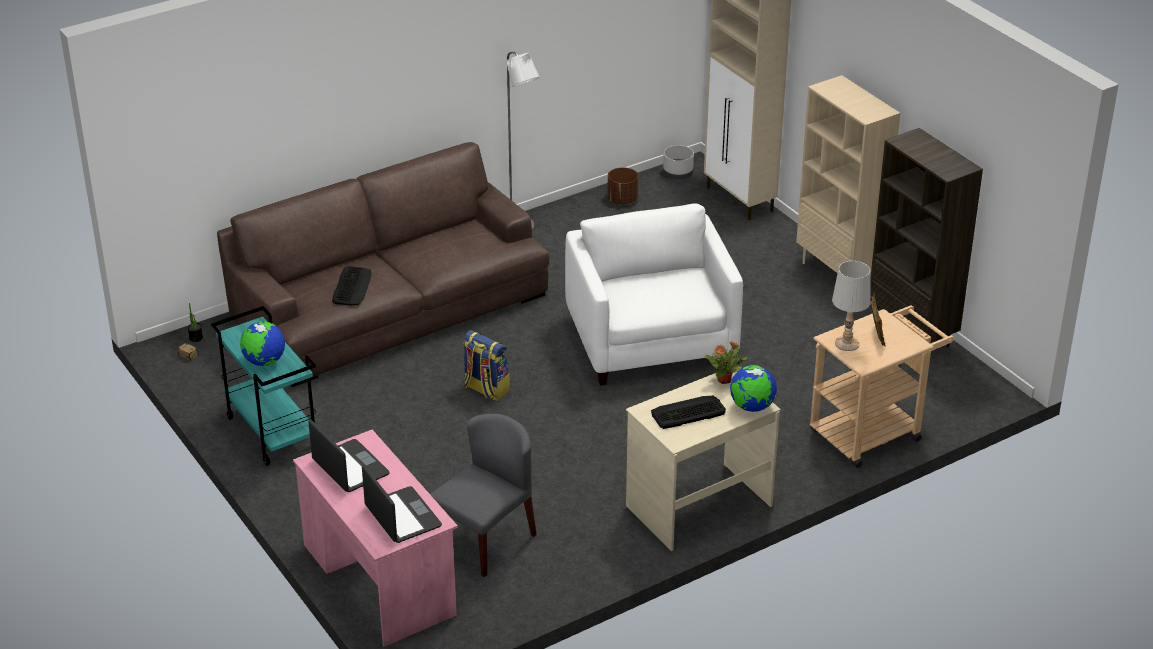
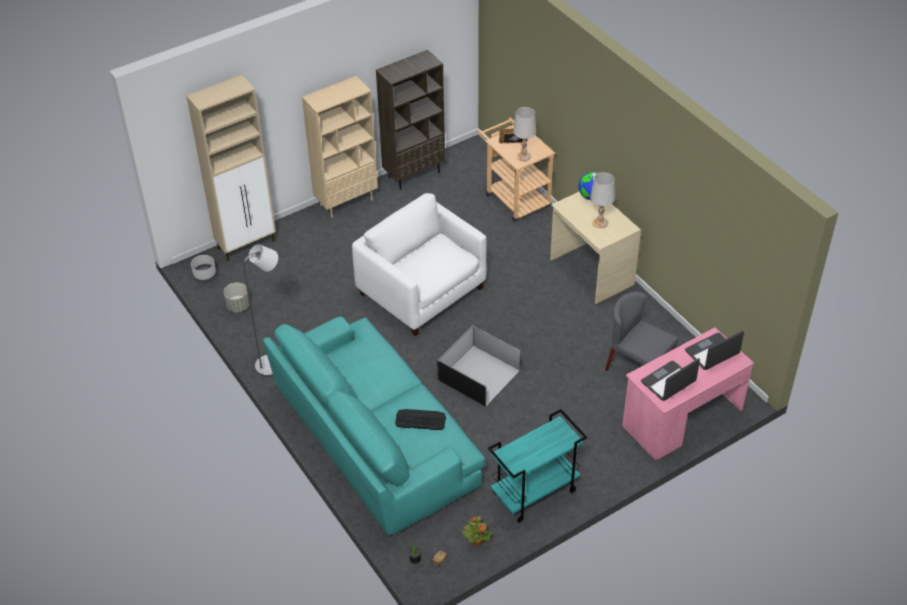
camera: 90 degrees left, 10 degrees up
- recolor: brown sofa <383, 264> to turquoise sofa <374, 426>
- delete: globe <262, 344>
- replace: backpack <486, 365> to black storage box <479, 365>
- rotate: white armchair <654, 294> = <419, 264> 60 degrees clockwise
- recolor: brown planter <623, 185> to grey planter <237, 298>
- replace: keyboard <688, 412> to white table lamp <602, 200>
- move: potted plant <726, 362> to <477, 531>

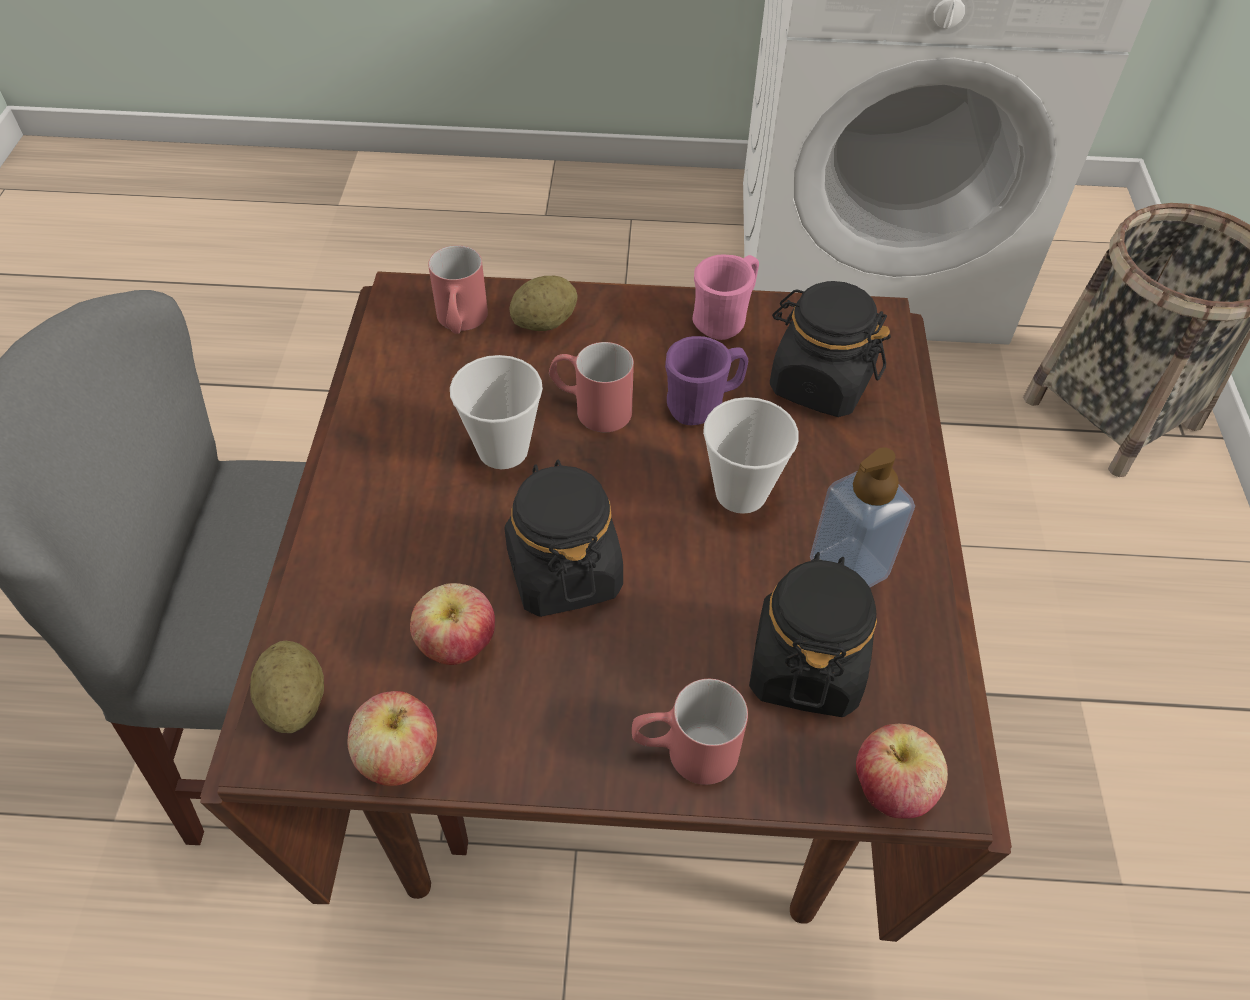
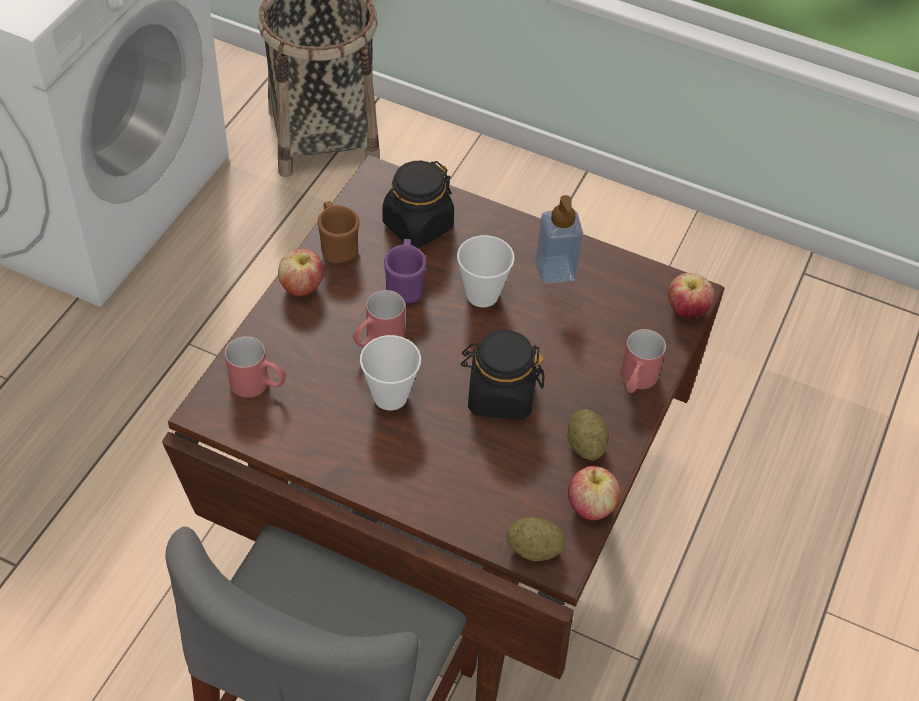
camera: 70 degrees left, 0 degrees up
- move: apple <452, 624> to <301, 272>
- move: potato <543, 303> to <588, 434>
- recolor: pink mug <725, 297> to brown mug <339, 232>
- delete: black jar <813, 634>

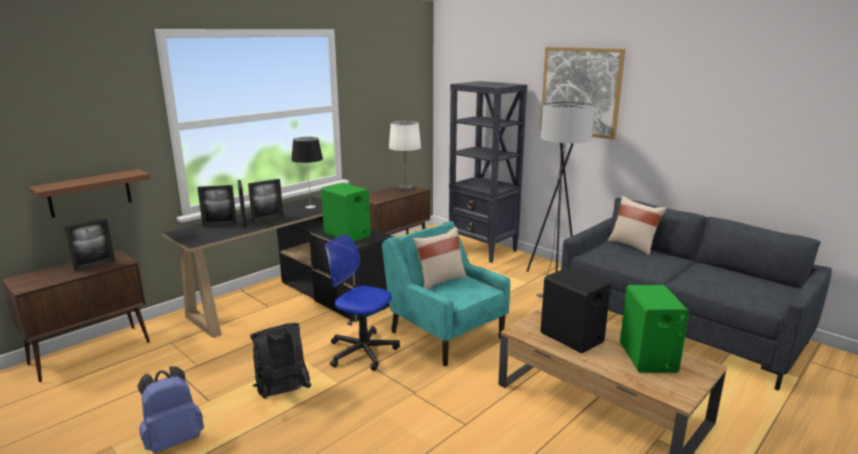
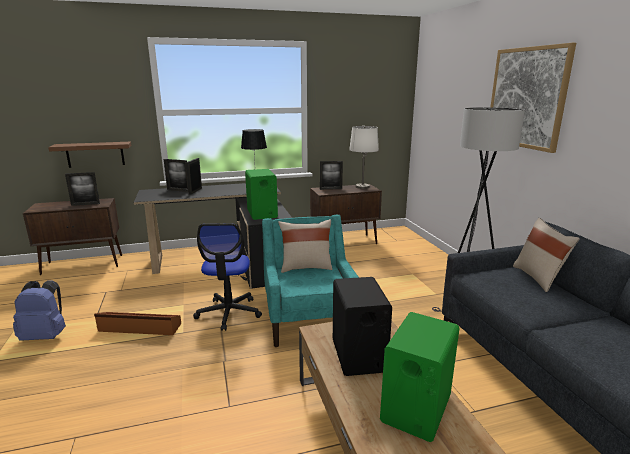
camera: 30 degrees right, 0 degrees up
- move: picture frame <265, 200> to <331, 175>
- replace: black backpack <280, 361> to brown storage box <137, 323>
- rotate: office chair <362, 302> = <227, 277> 150 degrees counterclockwise
- delete: black bookcase <488, 172>

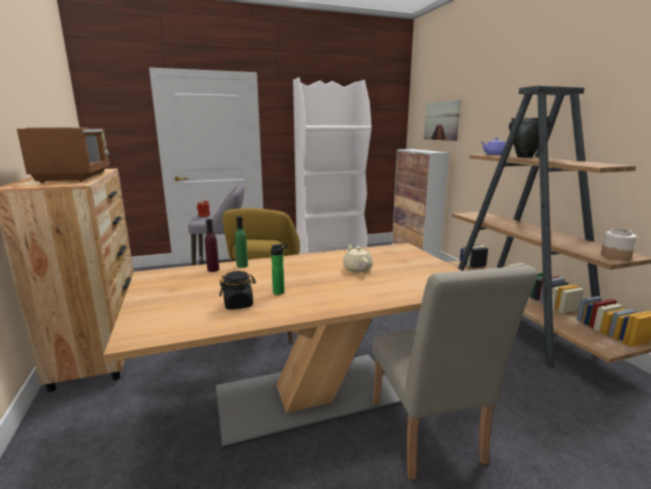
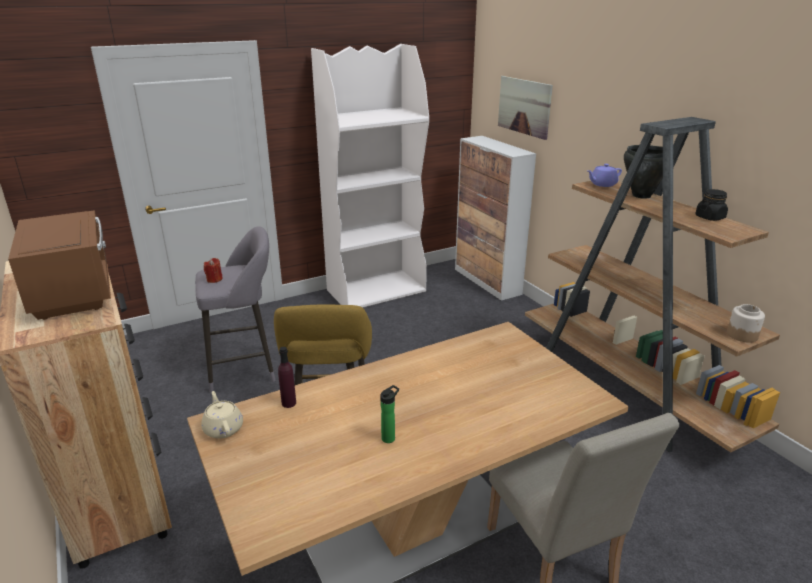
camera: 10 degrees left, 10 degrees up
- move: black jar <238, 290> to <712, 205>
- delete: green bottle <241, 242>
- move: beige teapot <358, 258> to <222, 415>

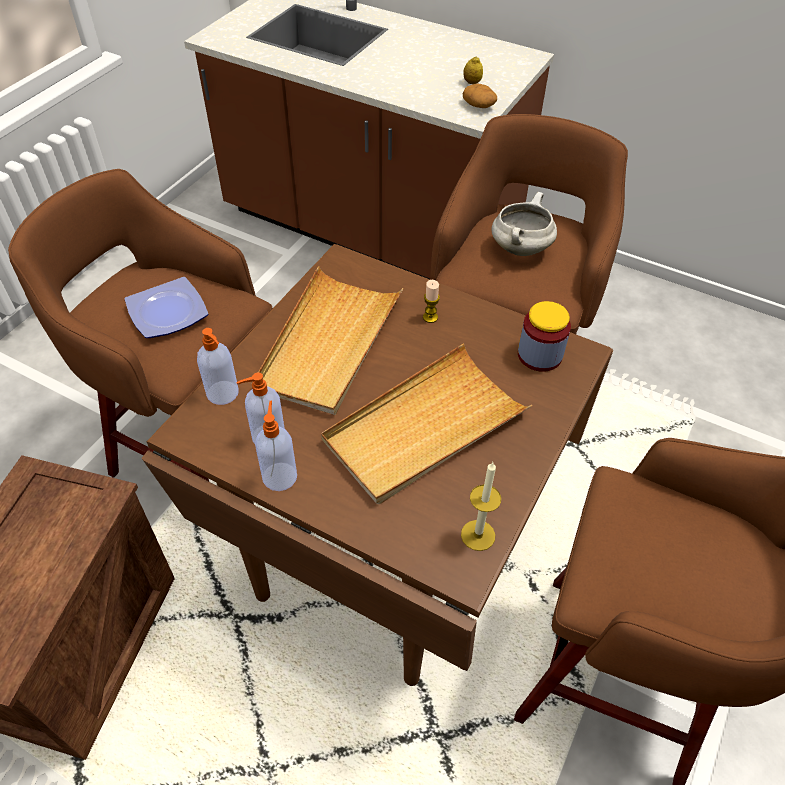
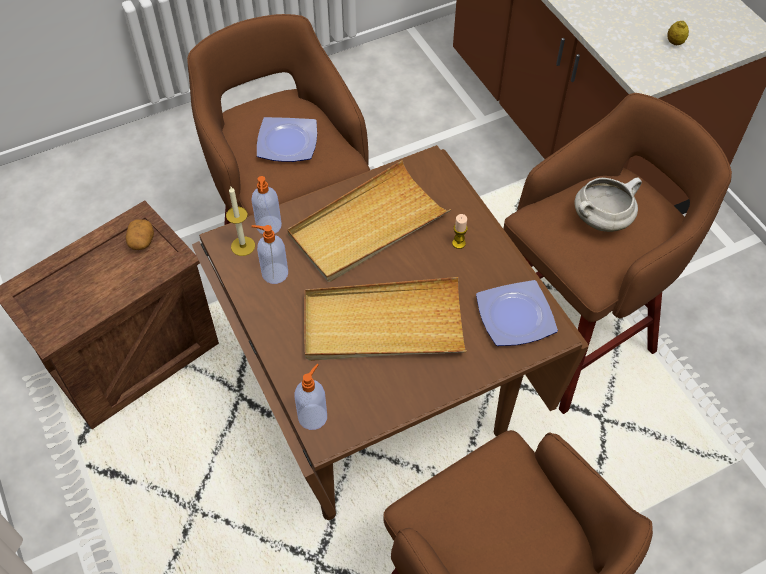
camera: 35 degrees right, 5 degrees up
- move: soap dispenser <276, 446> to <310, 397>
- move: candle <481, 506> to <240, 221>
- move: potato <480, 96> to <140, 234>
- replace: jar <544, 336> to plate <517, 313>

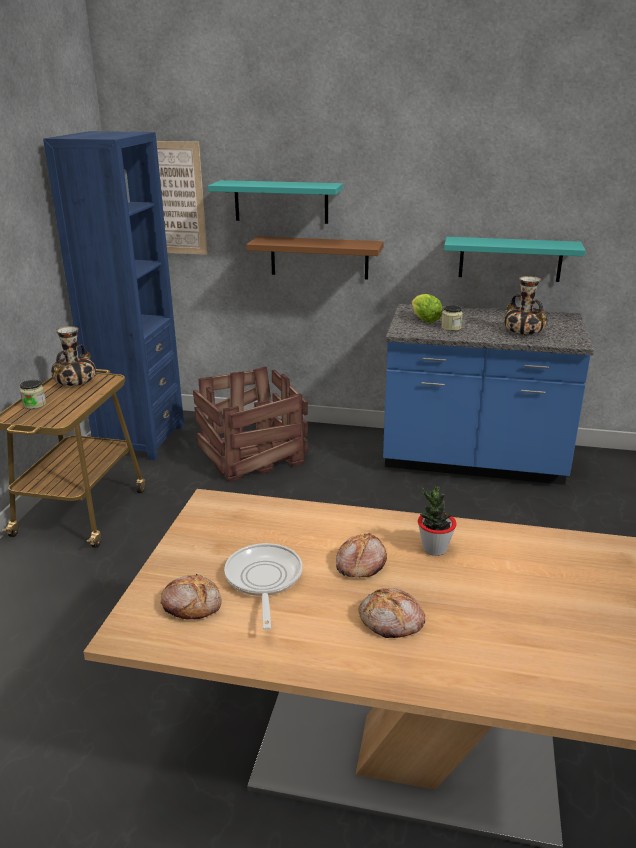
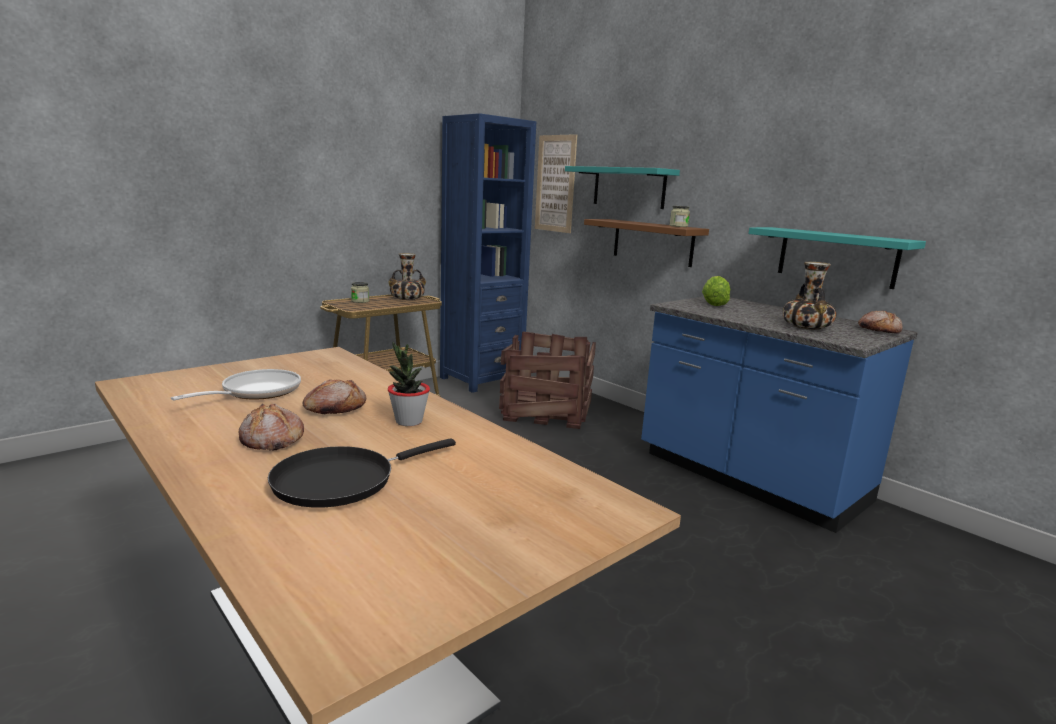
camera: 35 degrees right, 10 degrees down
- move: bread <191, 596> to <880, 321>
- move: jar <452, 318> to <679, 216>
- insert: black frying pan <362, 472>

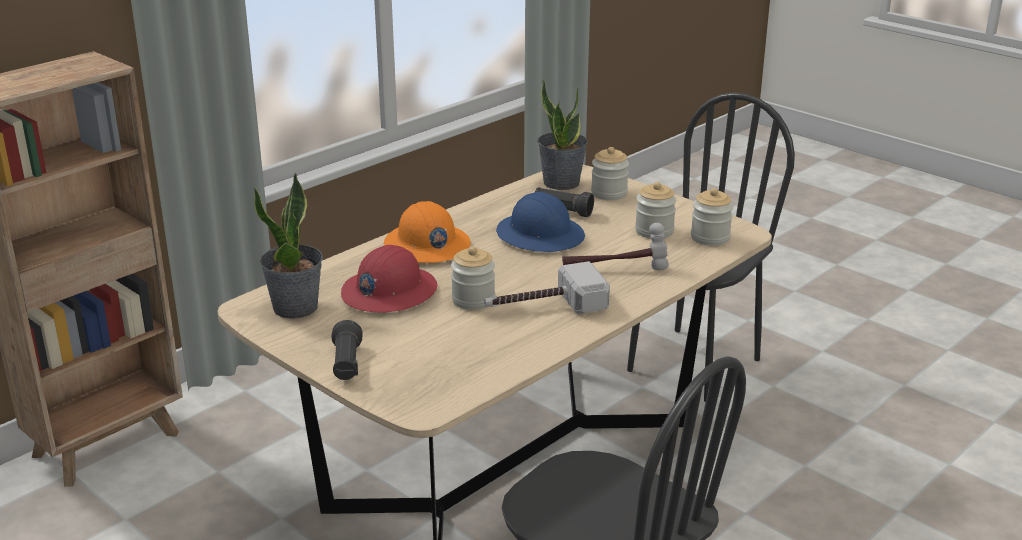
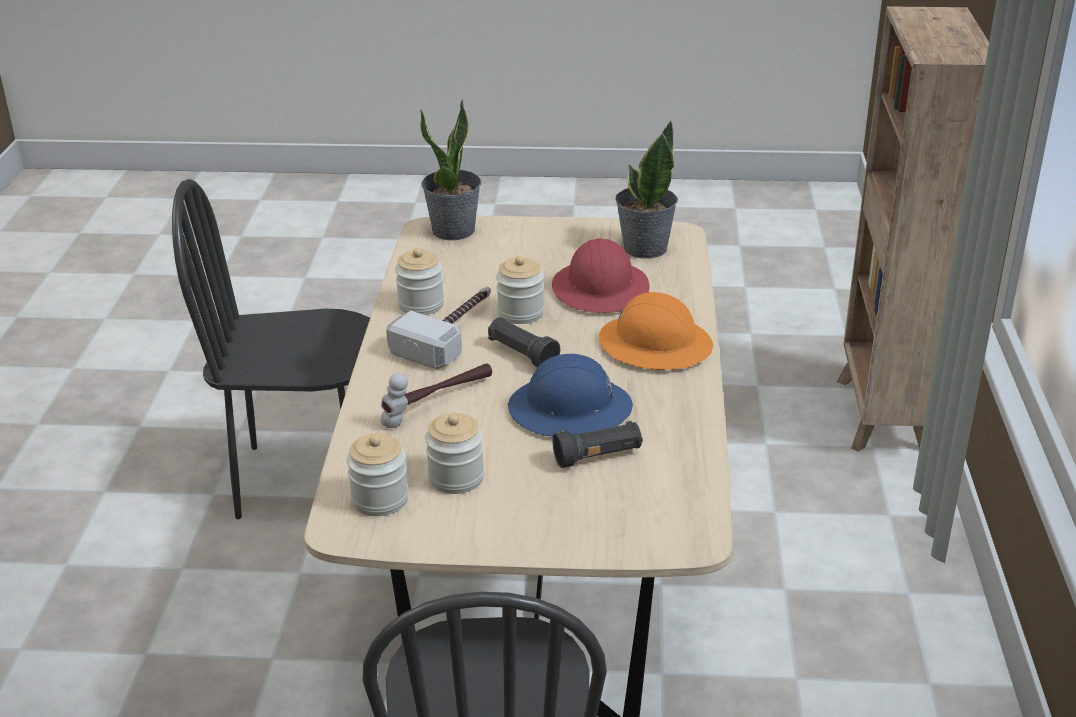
camera: 140 degrees right, 5 degrees up
- move: black flashlight <347, 350> to <524, 342>
- move: potted plant <562, 135> to <450, 169>
- move: jar <610, 173> to <419, 281>

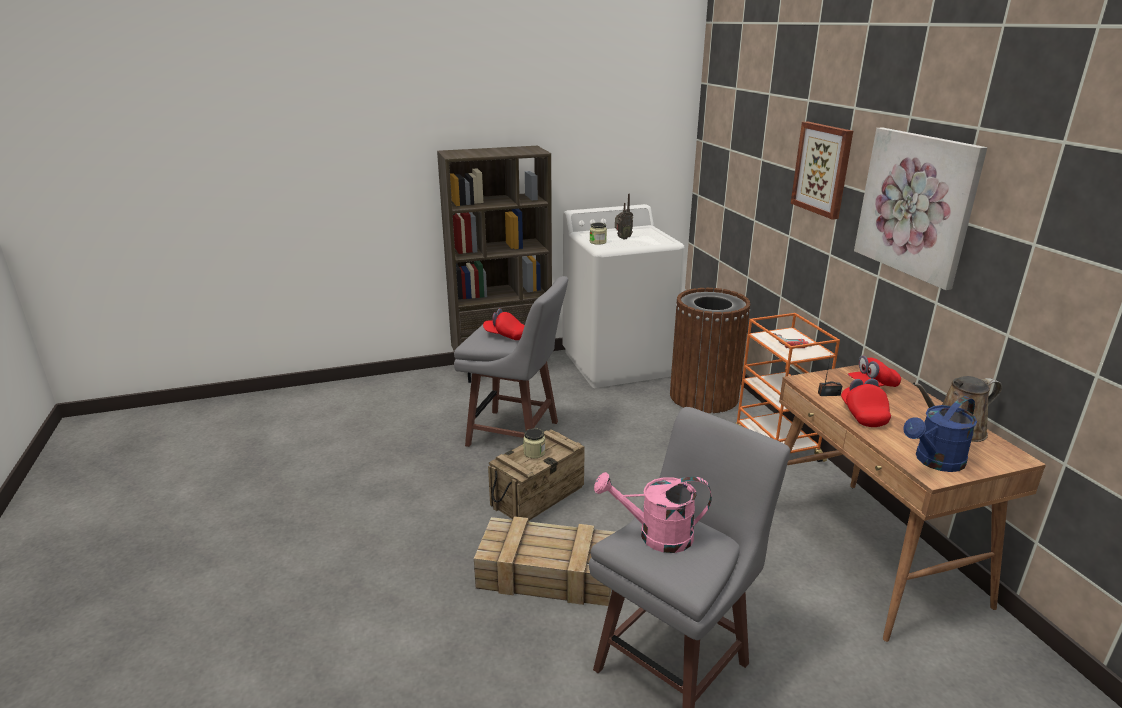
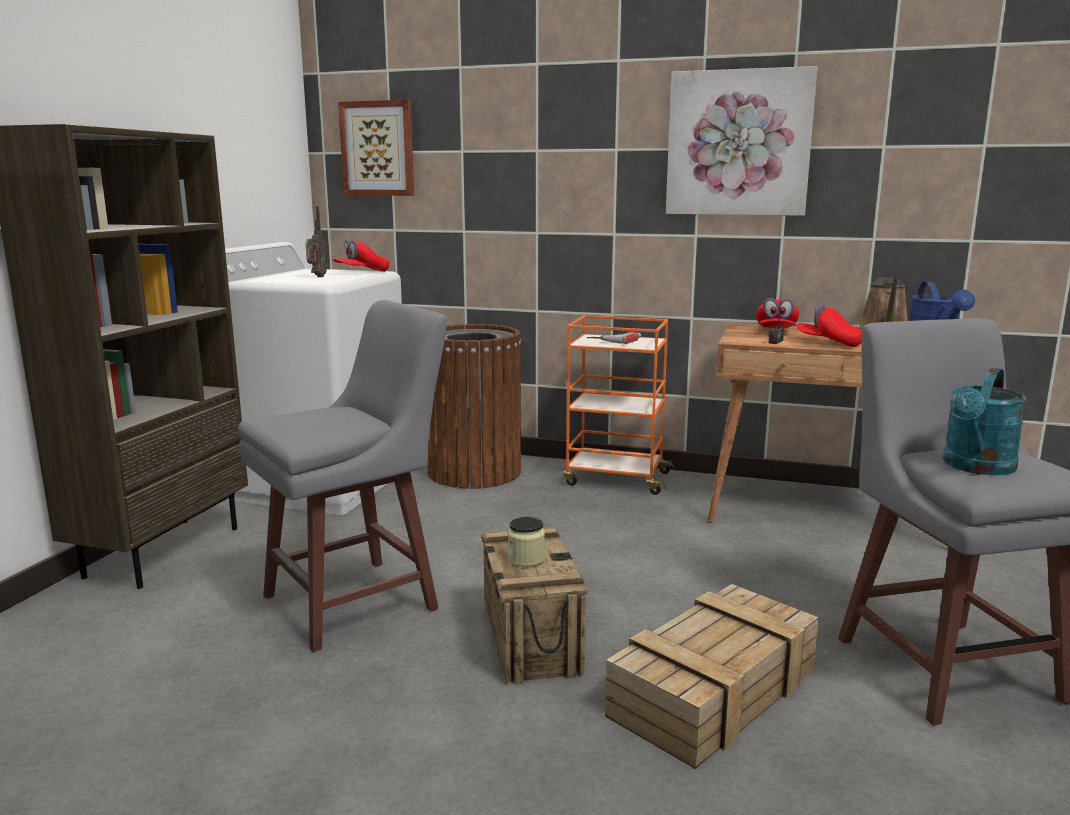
camera: 55 degrees left, 10 degrees down
- move: red cap <504, 324> to <361, 256>
- delete: jar <598, 234>
- recolor: pink watering can <653, 512> to turquoise watering can <984, 421>
- move: picture <822, 171> to <376, 148>

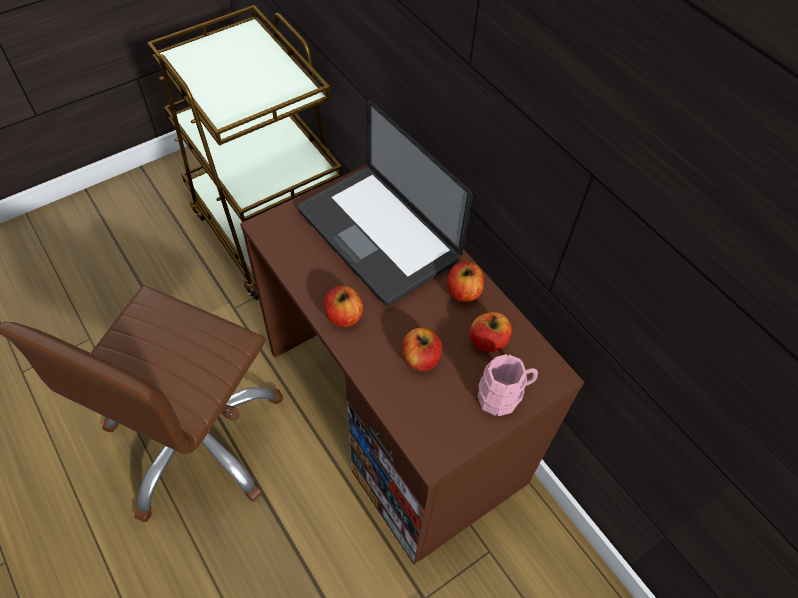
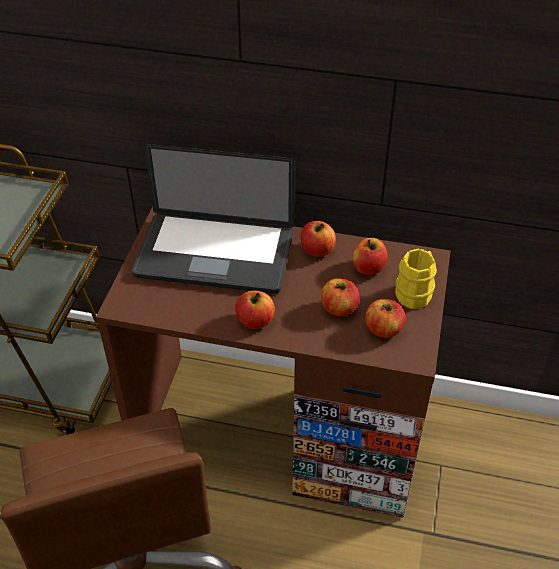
camera: 40 degrees left, 10 degrees down
- recolor: pink mug <508, 385> to yellow mug <416, 279>
- insert: apple <385, 318>

